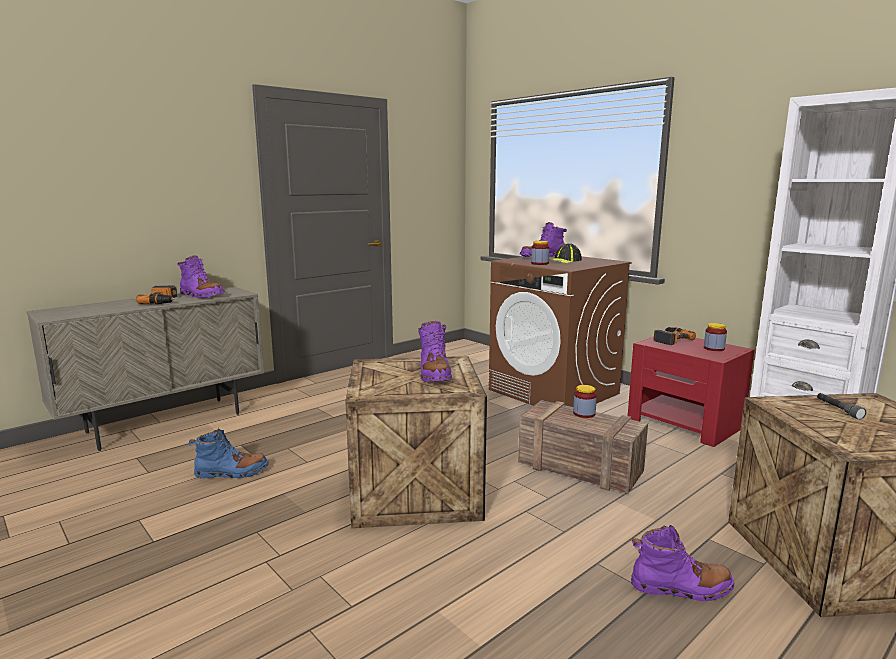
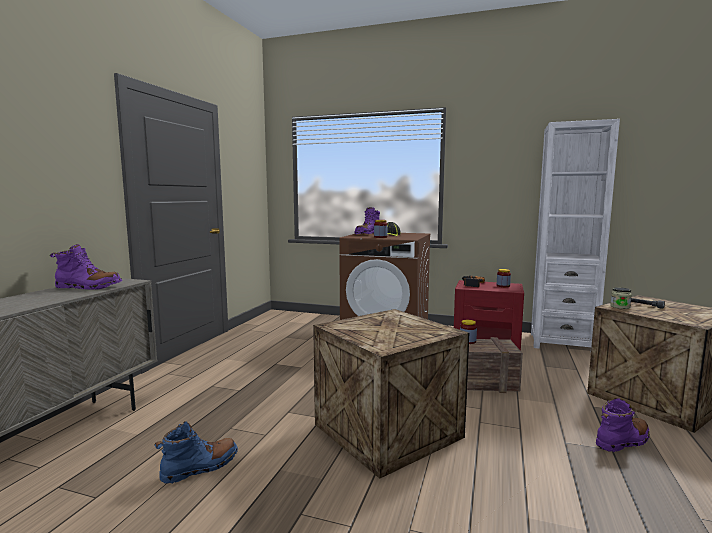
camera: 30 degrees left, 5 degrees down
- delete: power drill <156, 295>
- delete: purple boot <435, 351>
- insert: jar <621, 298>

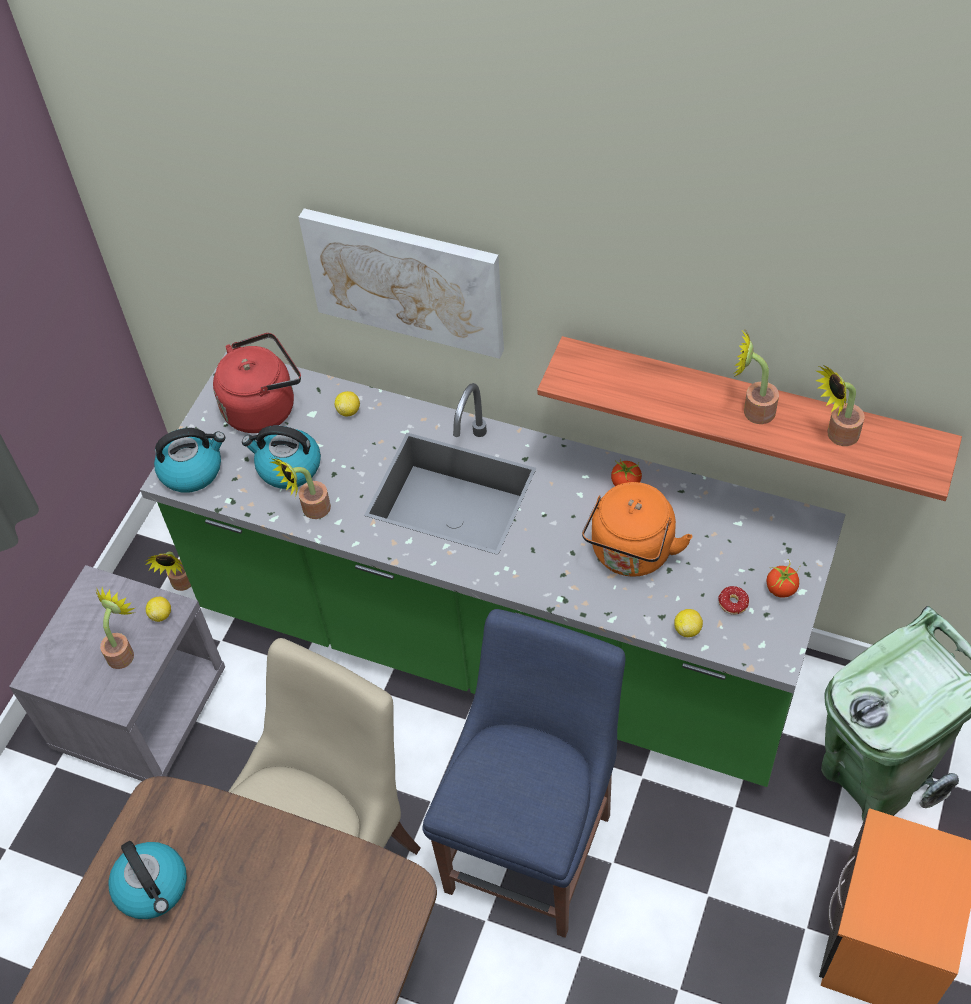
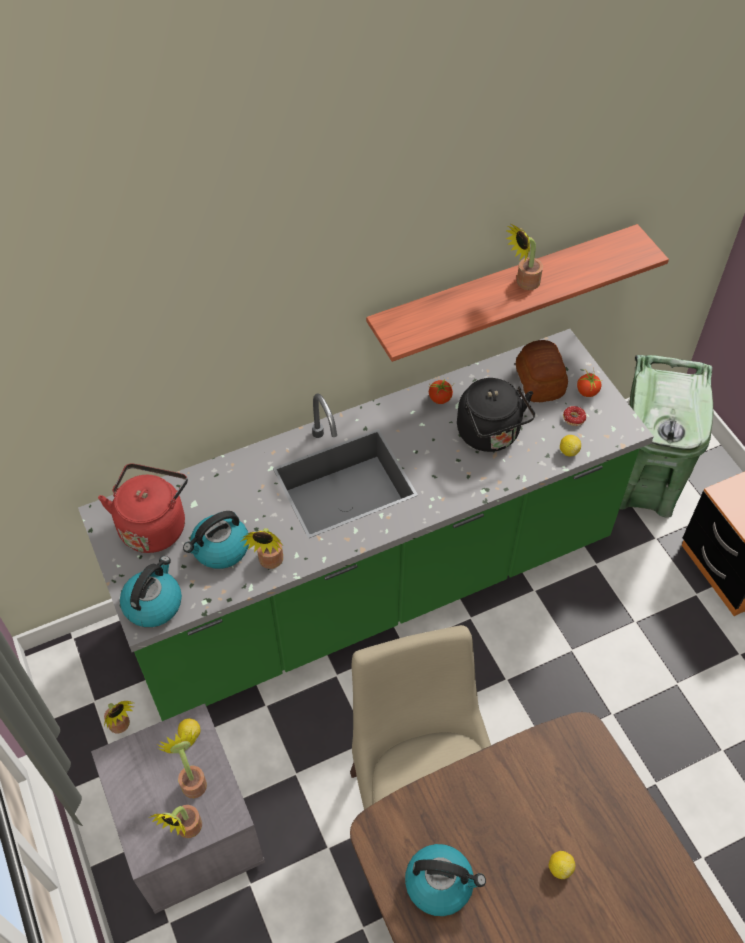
camera: 50 degrees left, 0 degrees up
- delete: picture <401, 283>
- move: lemon <347, 404> to <562, 865>
- delete: blue chair <523, 773>
- recolor: orange kettle <637, 529> to black kettle <496, 415>
- move: potted plant <840, 405> to <175, 821>
- insert: bread <542, 371>

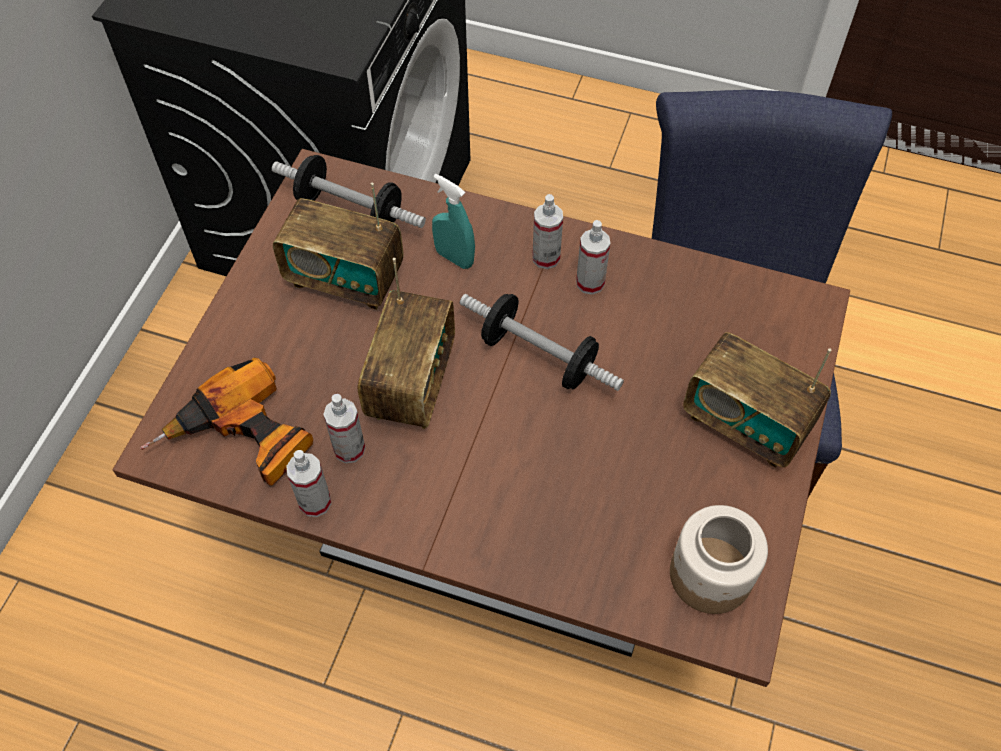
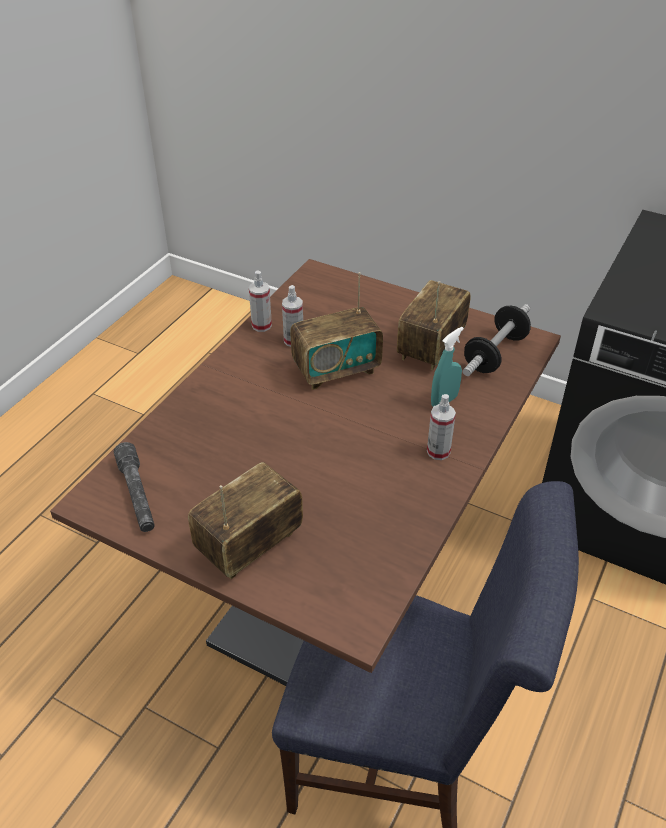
camera: 100 degrees right, 15 degrees down
- delete: power drill <226, 421>
- rotate: radio <406, 343> = <336, 331> 45 degrees counterclockwise
- delete: dumbbell <542, 342>
- delete: spray bottle <593, 257>
- replace: jar <719, 559> to grey flashlight <134, 487>

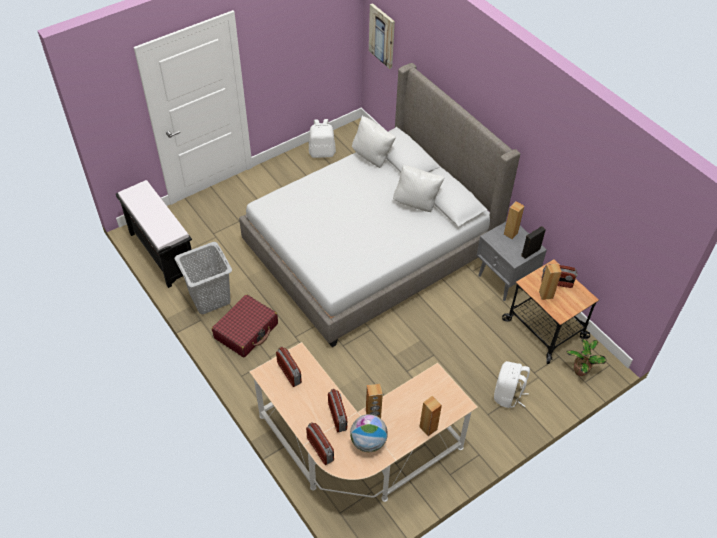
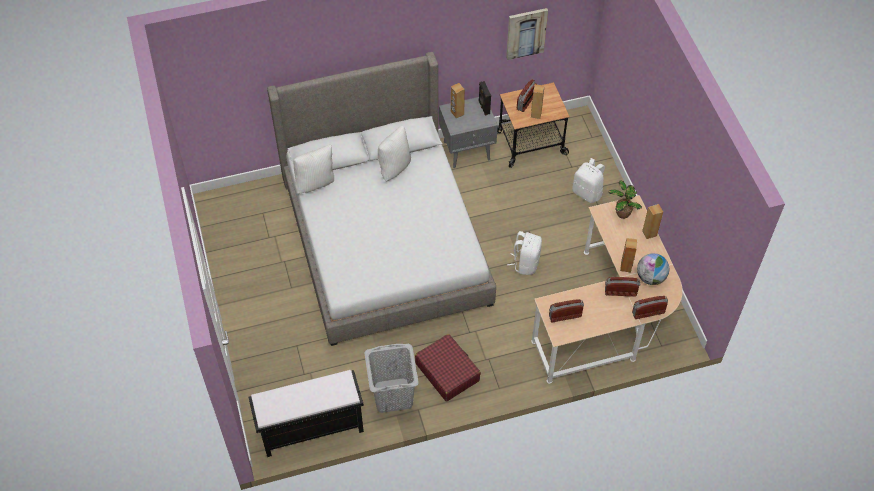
camera: 70 degrees left, 5 degrees up
- move: white backpack <322, 138> to <524, 253>
- move: picture <382, 36> to <527, 34>
- move: potted plant <586, 357> to <625, 199>

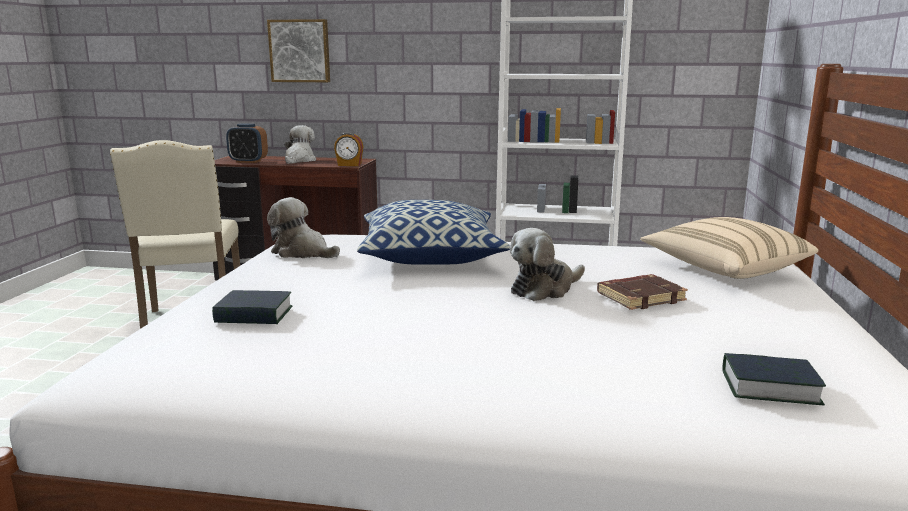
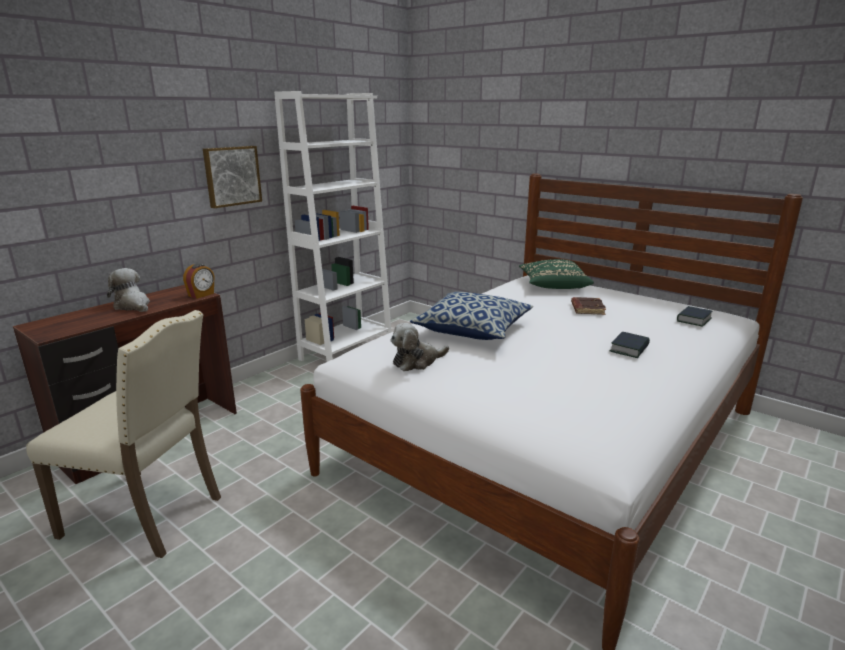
camera: 60 degrees left, 5 degrees up
- move: book <252, 307> to <630, 345>
- delete: alarm clock <247, 143>
- move: picture <298, 50> to <232, 177>
- delete: plush toy <547, 264>
- recolor: beige pillow <729, 248> to green pillow <556, 274>

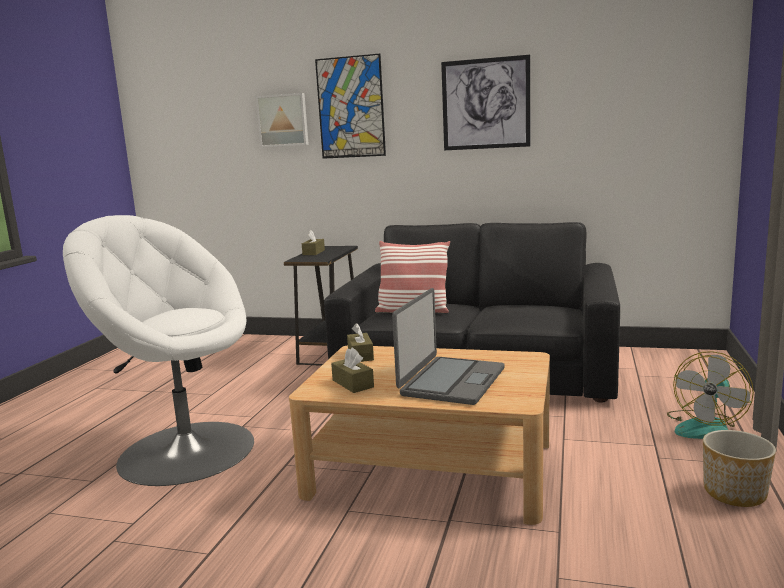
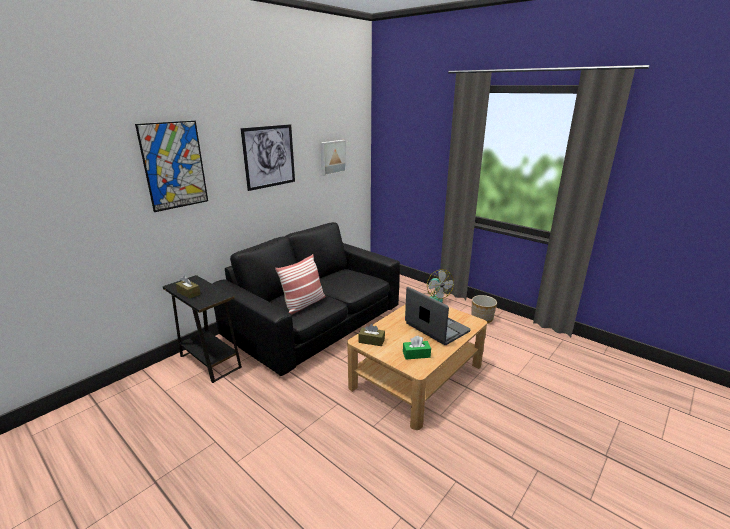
camera: 65 degrees left, 10 degrees up
- delete: white armchair <158, 350>
- move: picture <282, 120> to <333, 158>
- recolor: brown tissue box <352, 370> to green tissue box <417, 347>

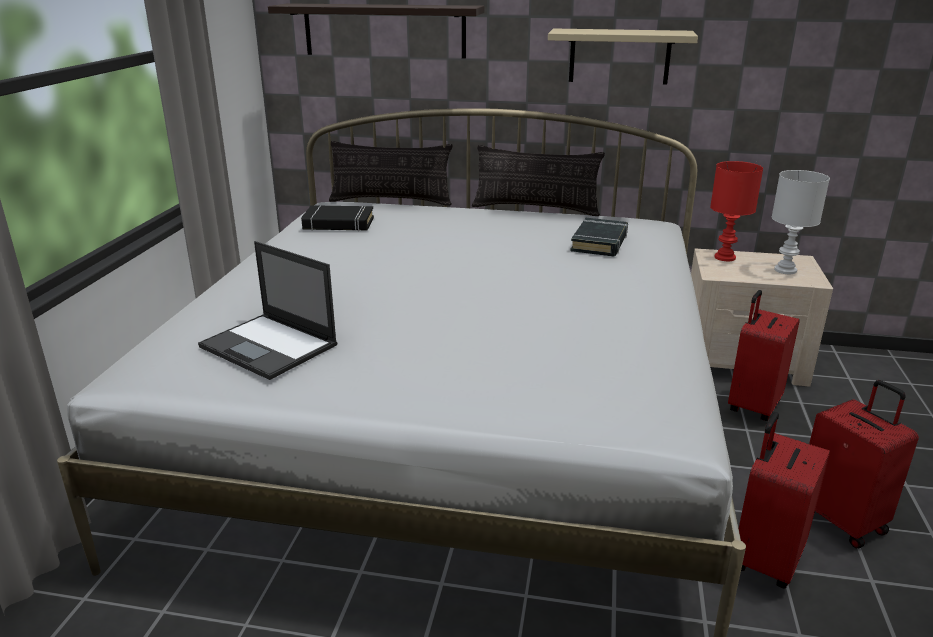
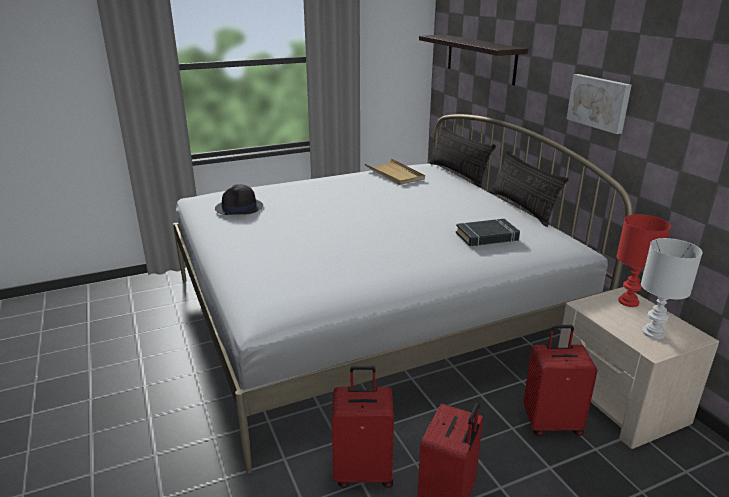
camera: 55 degrees right, 0 degrees up
- replace: laptop <267, 310> to black hat <239, 199>
- replace: black book <337, 218> to beige tray <395, 171>
- replace: beige shelf <623, 57> to picture <599, 104>

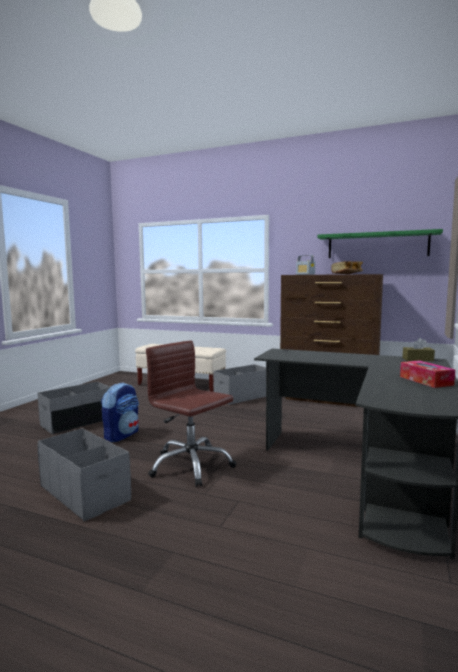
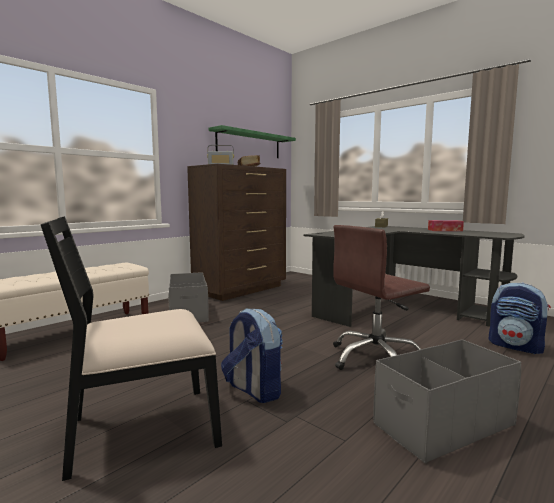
camera: 70 degrees left, 0 degrees up
- replace: grey storage box <74, 407> to black chair <131, 348>
- insert: backpack <519, 318>

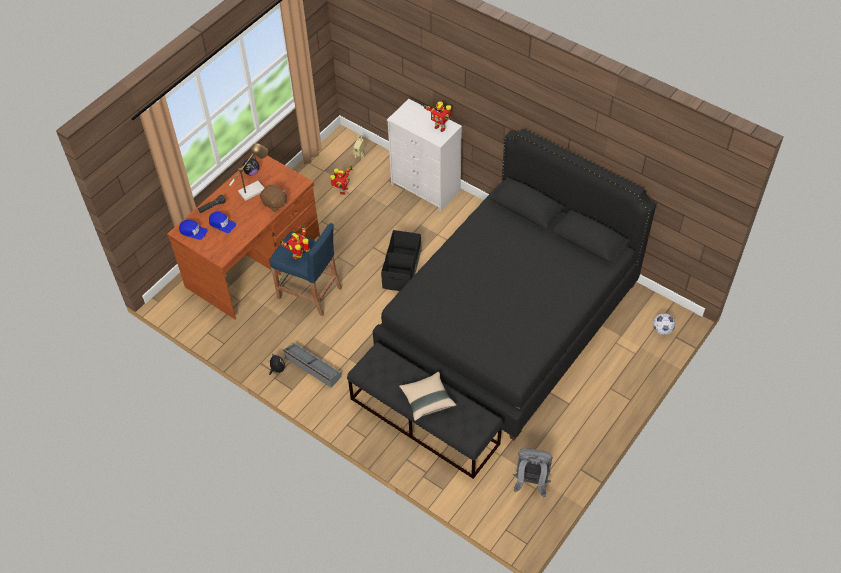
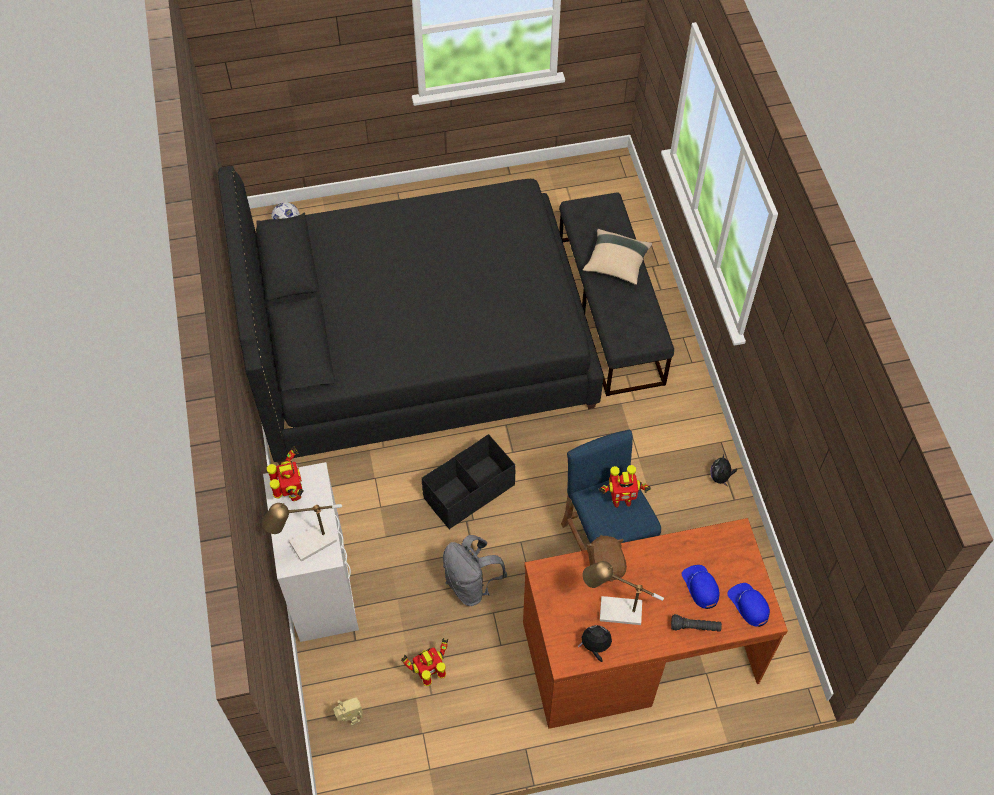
camera: 140 degrees left, 5 degrees up
- delete: grey storage box <312, 365>
- move: grey backpack <533, 472> to <475, 570>
- insert: table lamp <301, 532>

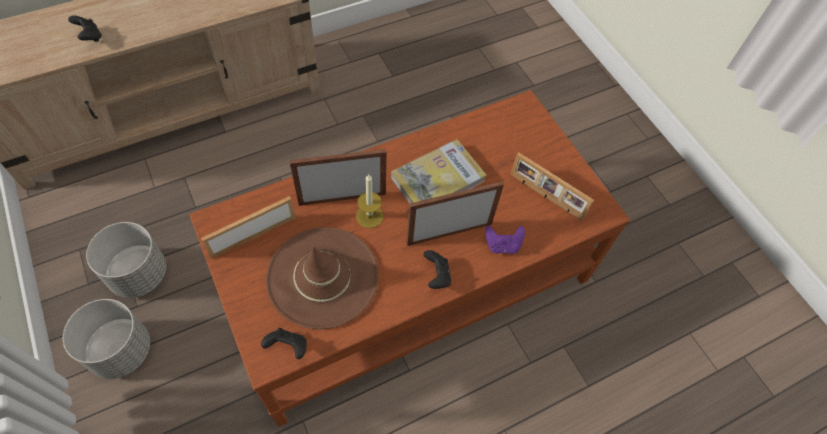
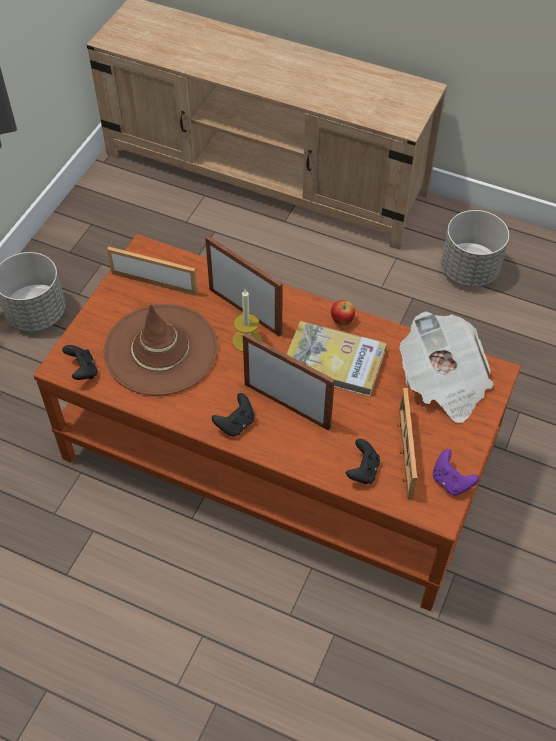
camera: 55 degrees right, 5 degrees down
- move: black game controller <85, 28> to <363, 461>
- move: grey planter <126, 260> to <475, 248>
- move: purple game controller <505, 239> to <456, 472>
- insert: apple <343, 313>
- insert: newspaper <446, 367>

